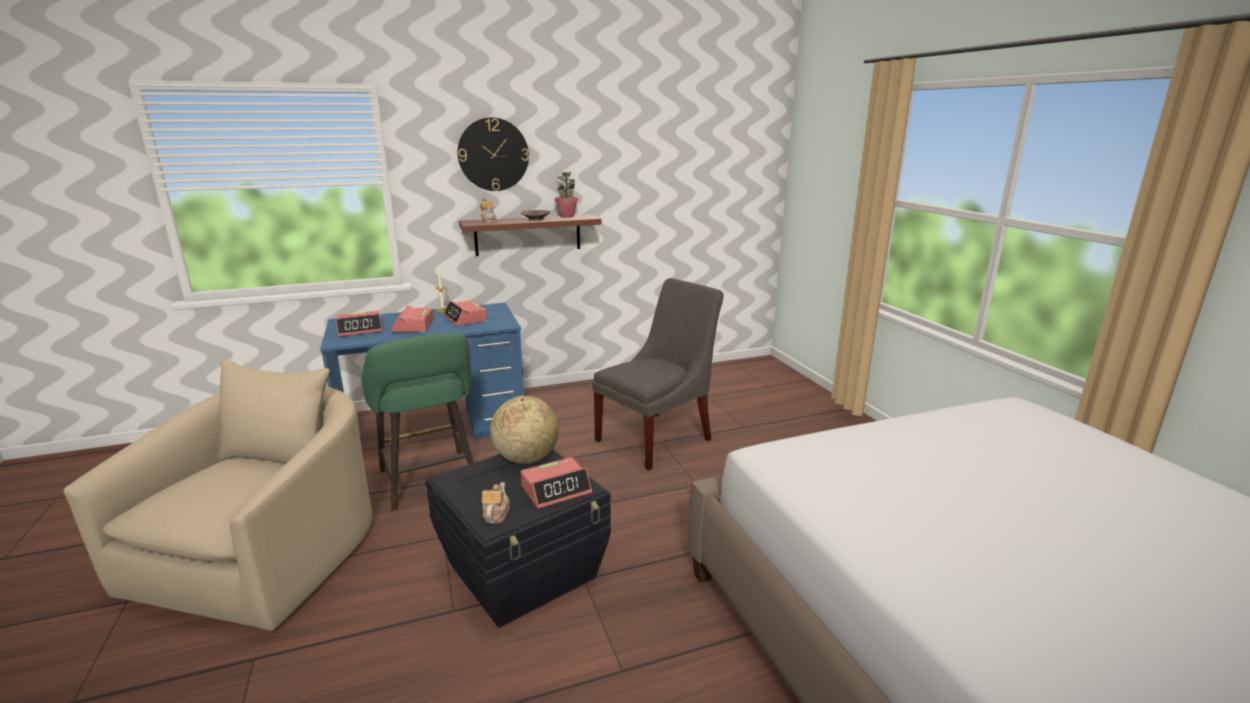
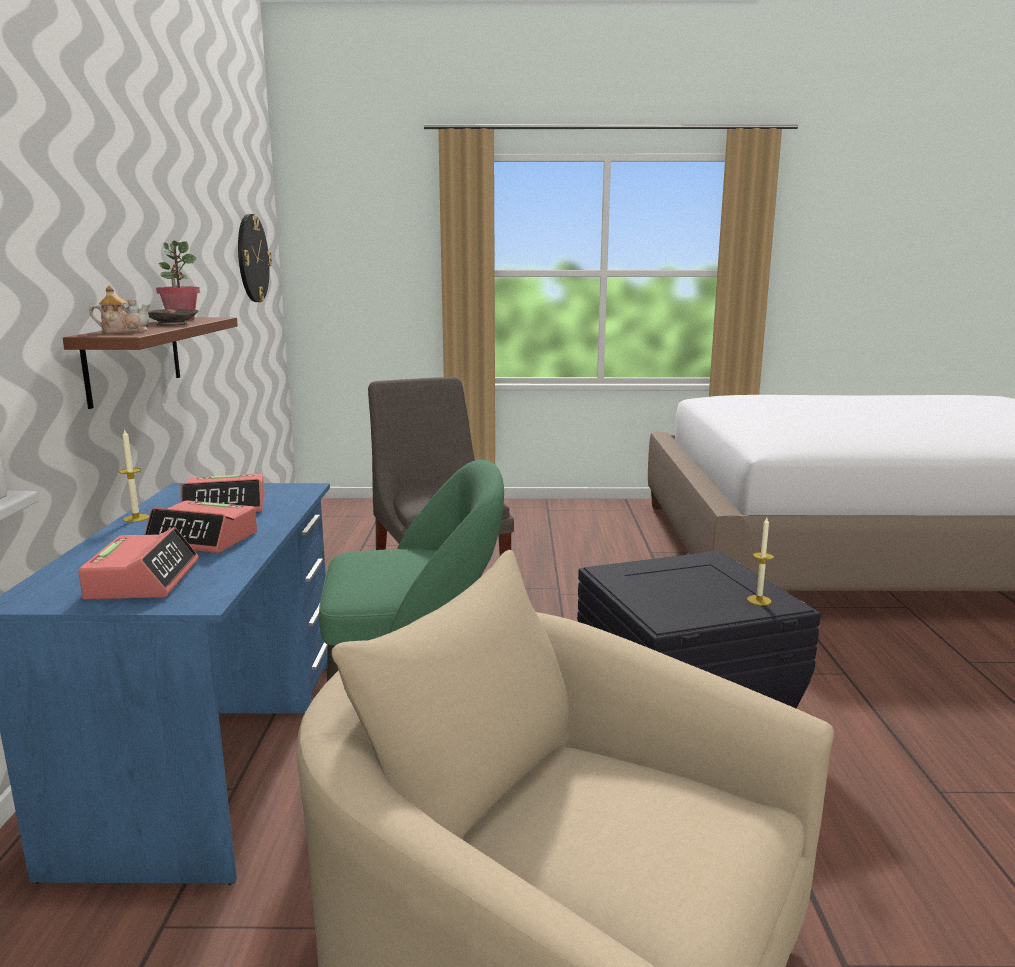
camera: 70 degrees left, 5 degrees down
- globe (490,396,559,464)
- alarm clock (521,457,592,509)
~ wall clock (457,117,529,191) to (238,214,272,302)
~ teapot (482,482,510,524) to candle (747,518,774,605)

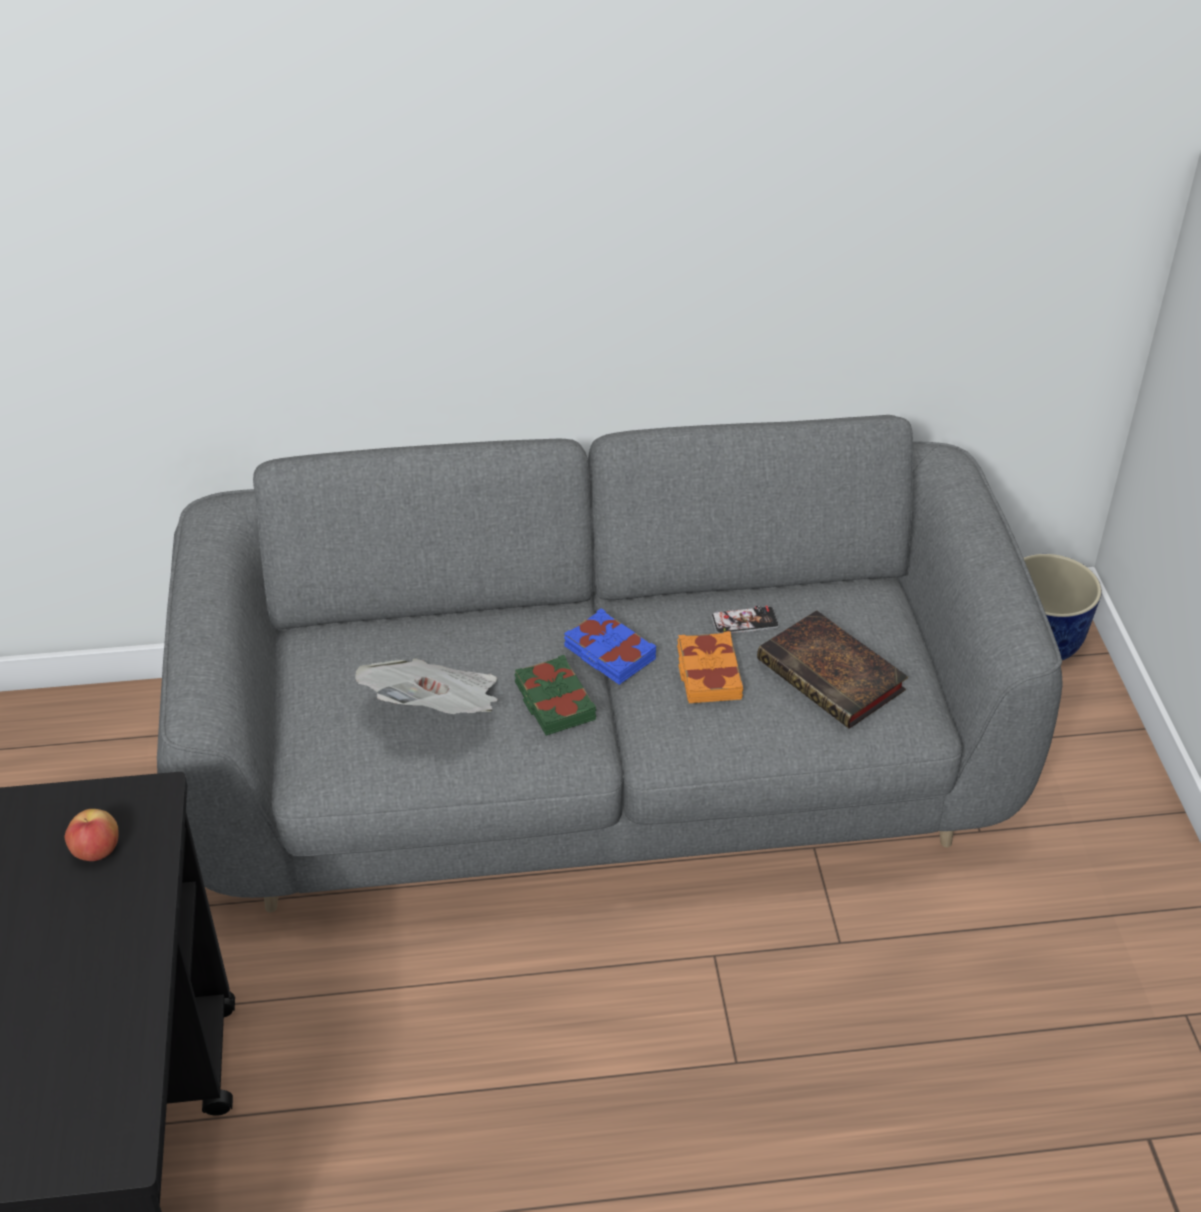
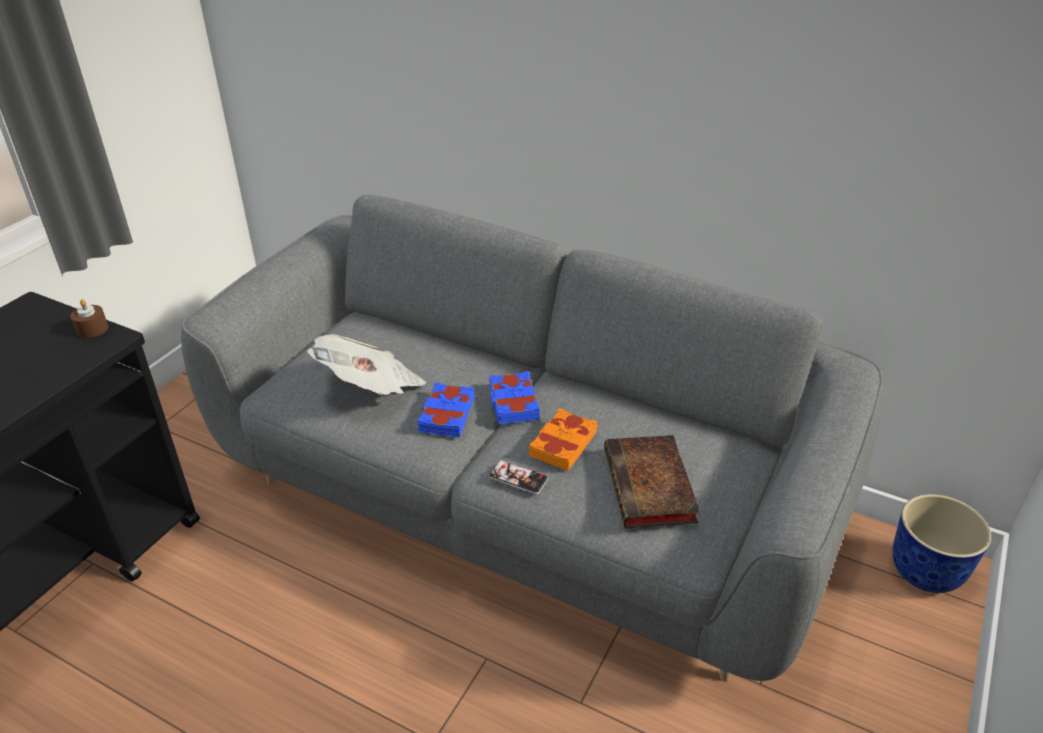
camera: 35 degrees right, 5 degrees down
- apple (65,809,118,861)
+ brown candle (71,299,108,338)
~ phone (711,605,779,634) to (489,460,548,495)
~ green book (515,655,596,736) to blue book (418,382,475,437)

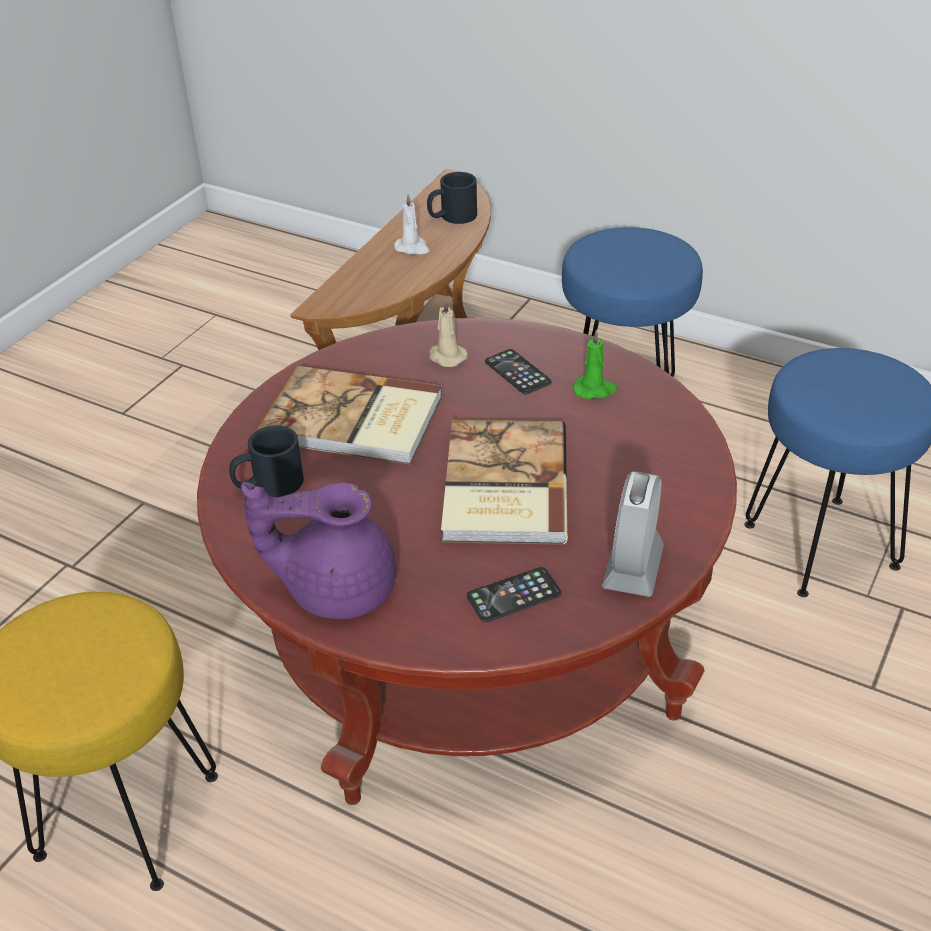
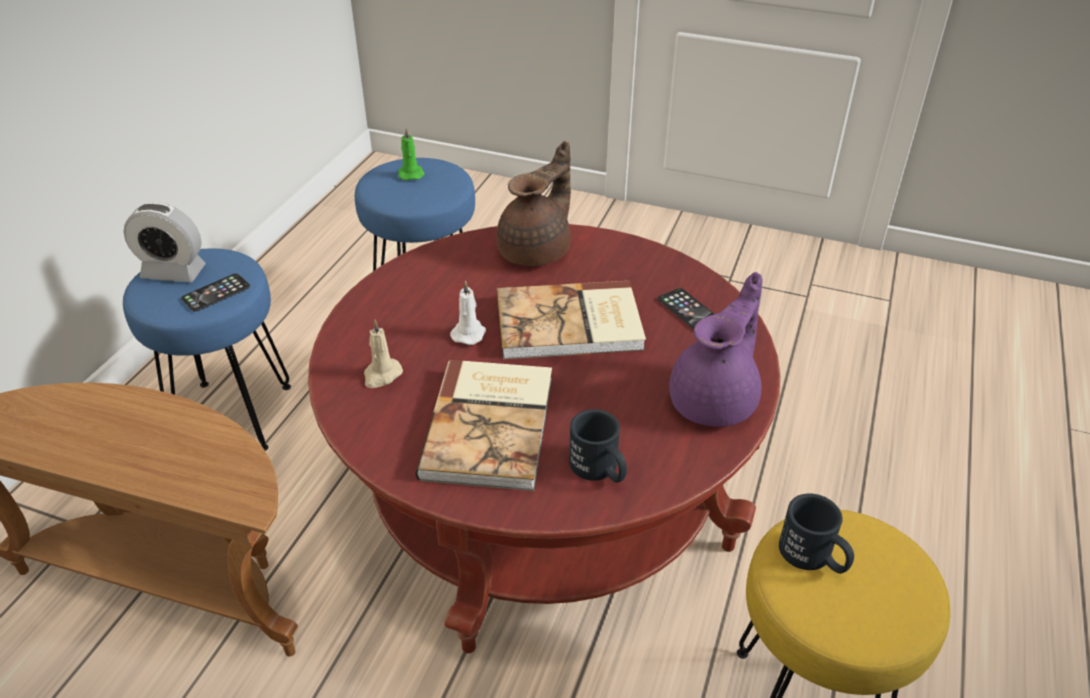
camera: 100 degrees left, 0 degrees up
+ brown teapot (497,141,571,266)
~ white candle (394,194,430,255) to (450,280,486,345)
~ black mug (427,172,477,224) to (779,494,854,574)
~ phone (485,349,552,395) to (181,273,250,312)
~ green candle (573,329,617,399) to (398,128,425,181)
~ alarm clock (602,471,664,597) to (123,202,206,282)
~ purple teapot (241,482,396,619) = (669,272,763,427) 135 degrees counterclockwise

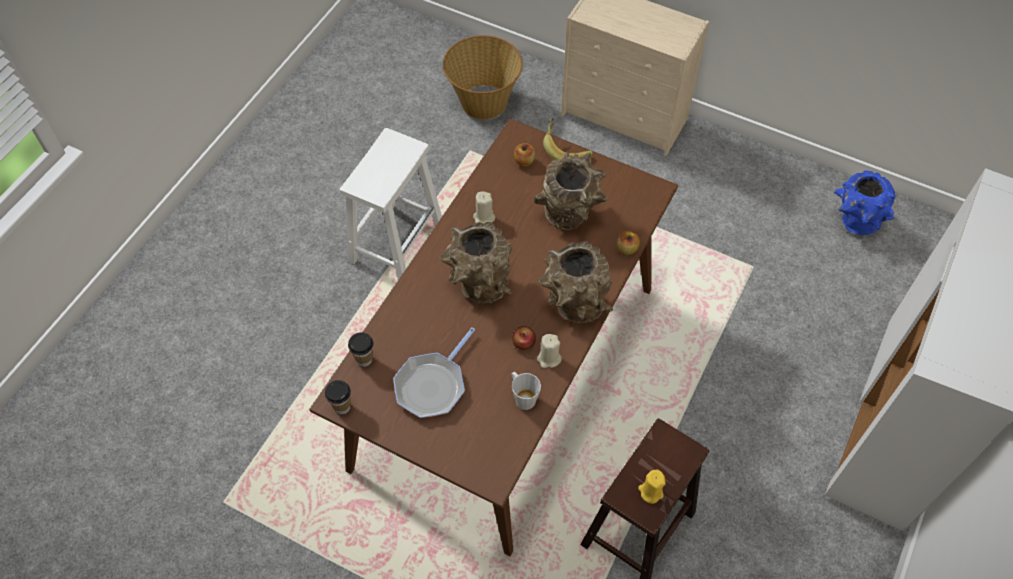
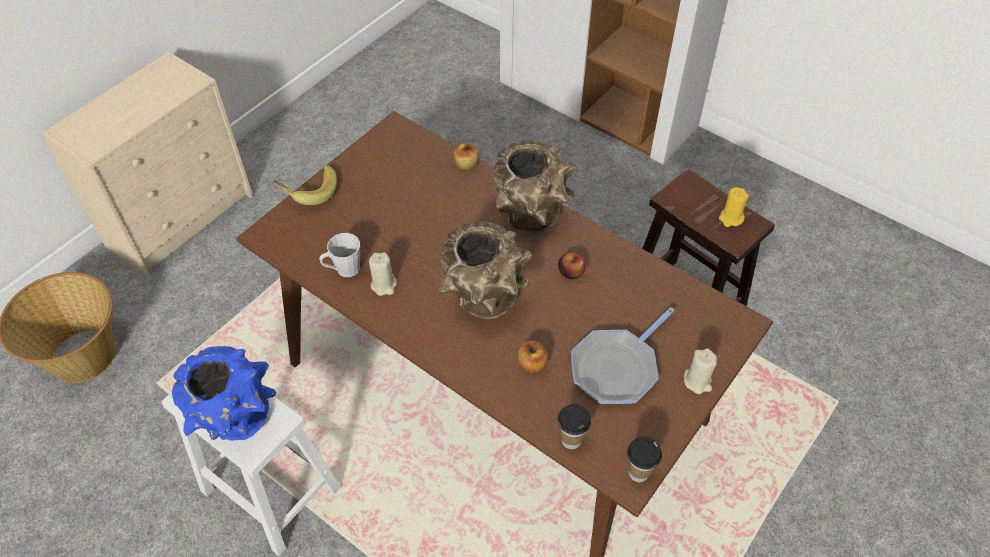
camera: 80 degrees left, 5 degrees down
- brown vase (534,152,607,230)
~ grey mug (511,372,541,410) to (319,233,360,277)
~ apple (514,143,535,166) to (518,341,548,373)
~ beige candle (537,334,562,368) to (684,348,717,394)
~ blue vase (834,170,895,235) to (172,346,276,441)
~ frying pan (393,327,475,418) = (571,307,674,404) 90 degrees clockwise

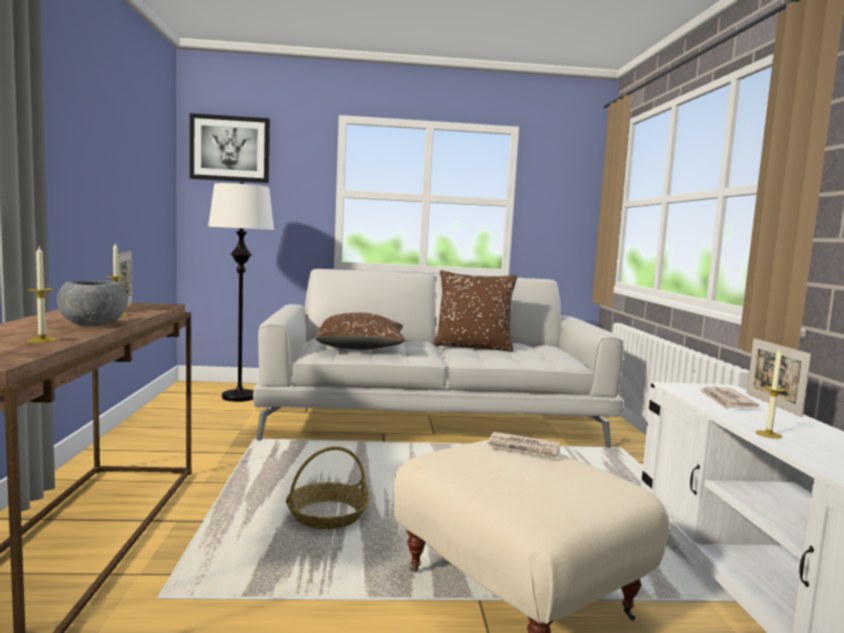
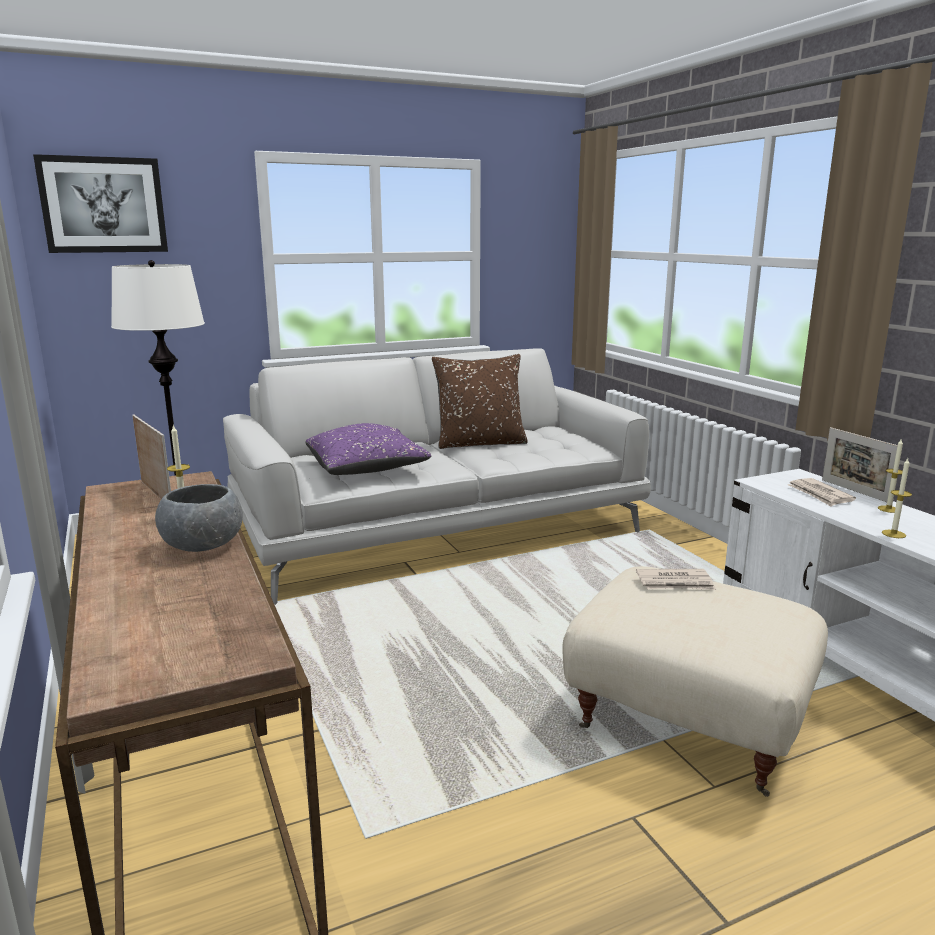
camera: 20 degrees left, 10 degrees up
- basket (286,446,370,529)
~ candle (28,247,57,343) to (878,438,903,513)
~ brown pillow (315,313,405,350) to purple pillow (305,423,431,475)

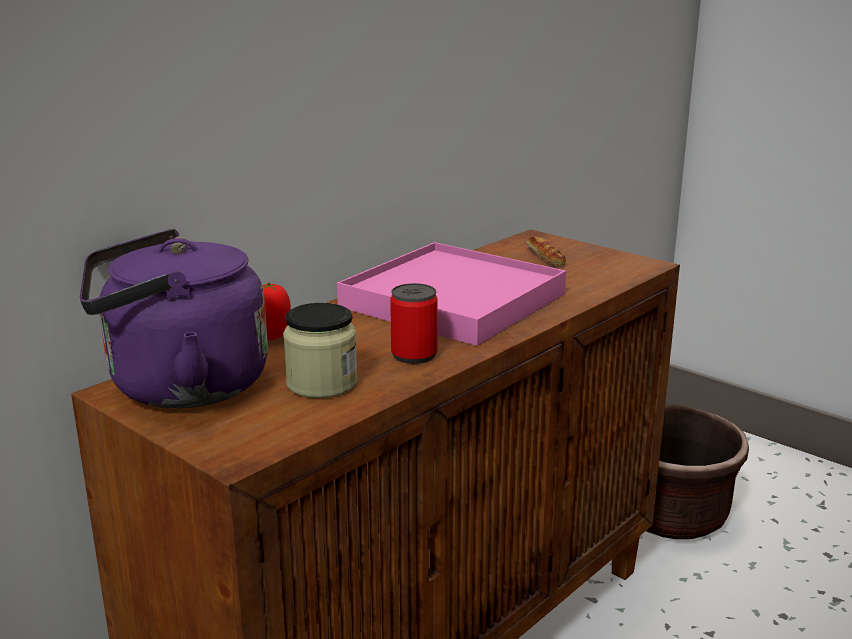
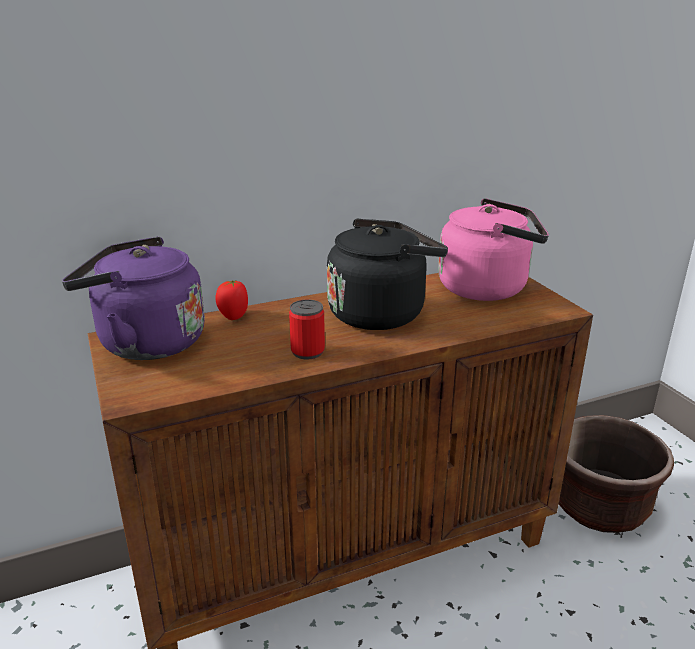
camera: 25 degrees right, 5 degrees up
- jar (283,303,358,398)
~ pink tray (337,242,566,346) to black kettle (327,219,448,330)
~ bread (527,236,566,265) to pink kettle (438,198,549,301)

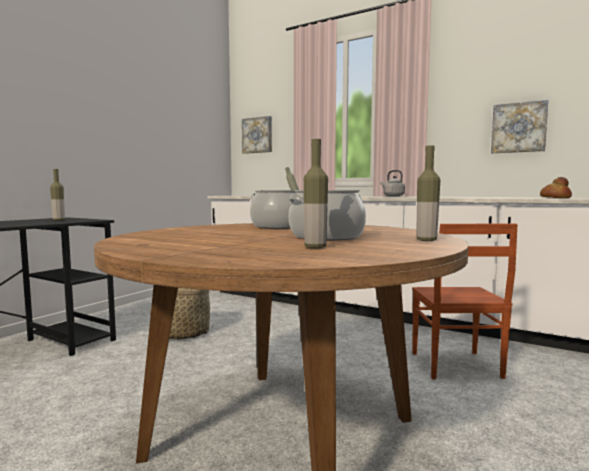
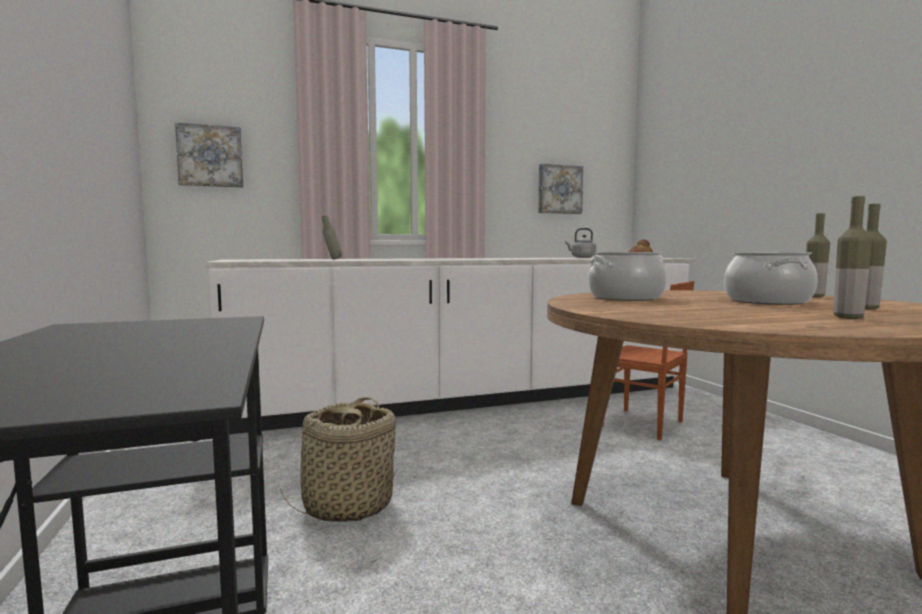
camera: 50 degrees left, 0 degrees up
~ bottle (50,169,65,221) to (834,196,872,319)
~ grey kettle (380,170,405,196) to (565,228,596,258)

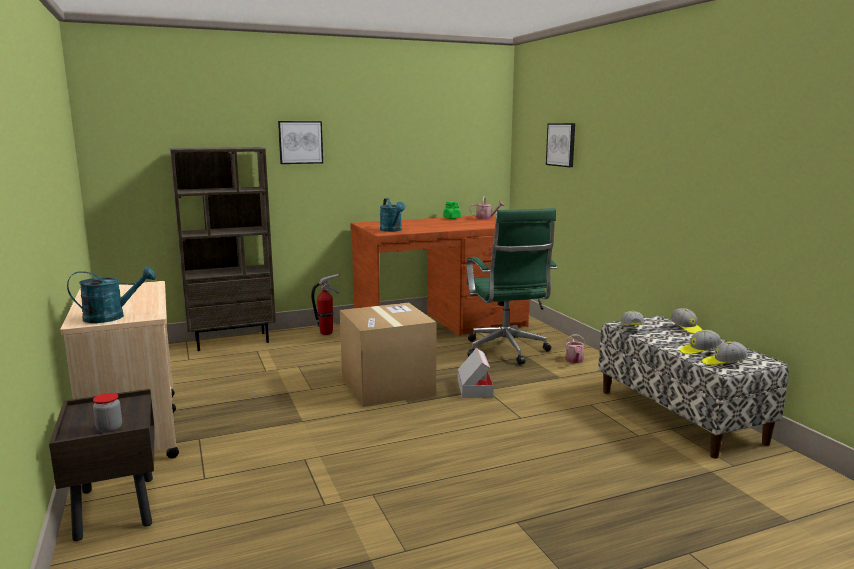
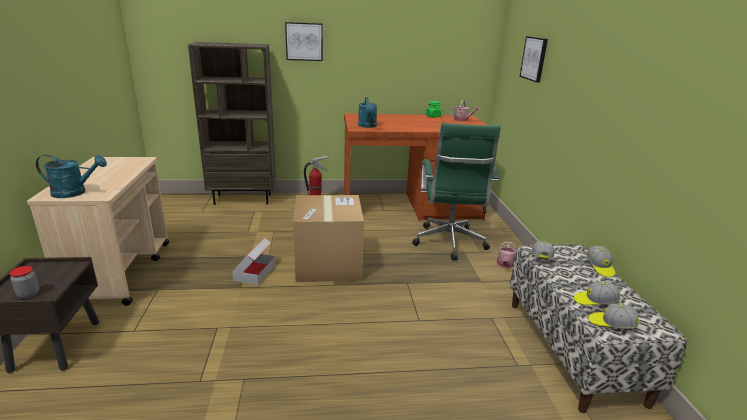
camera: 15 degrees right, 10 degrees up
~ cardboard box (458,348,493,398) to (232,238,275,285)

